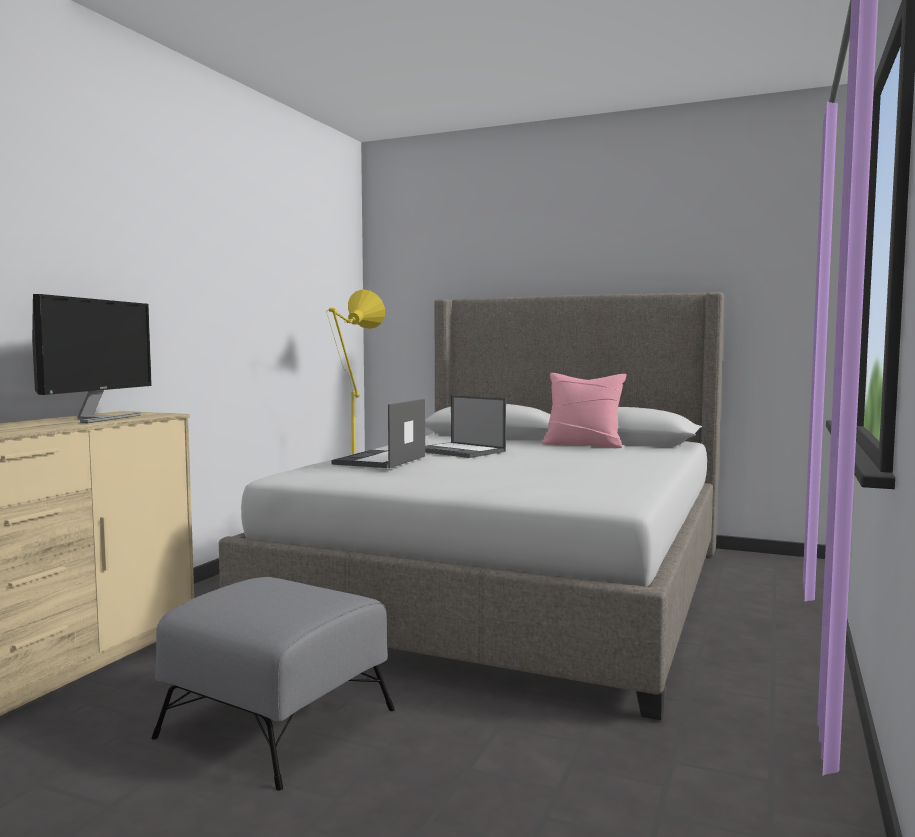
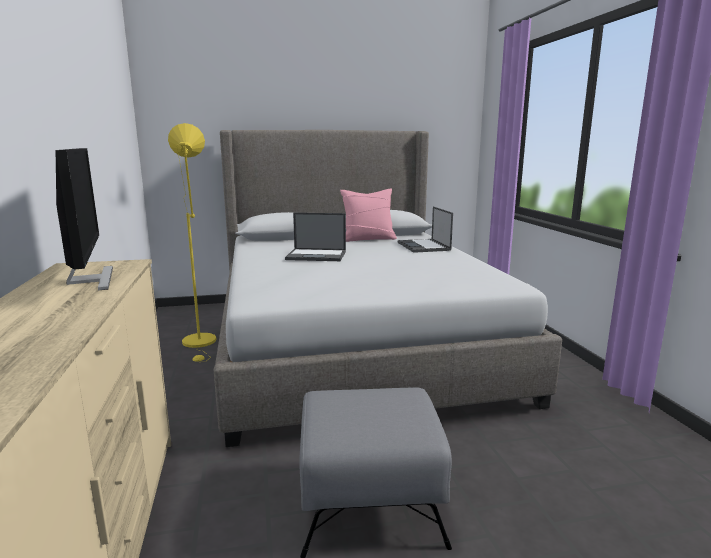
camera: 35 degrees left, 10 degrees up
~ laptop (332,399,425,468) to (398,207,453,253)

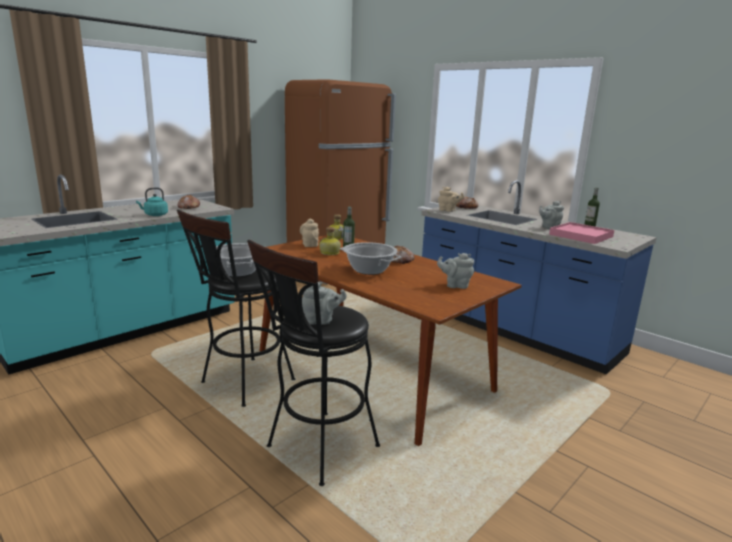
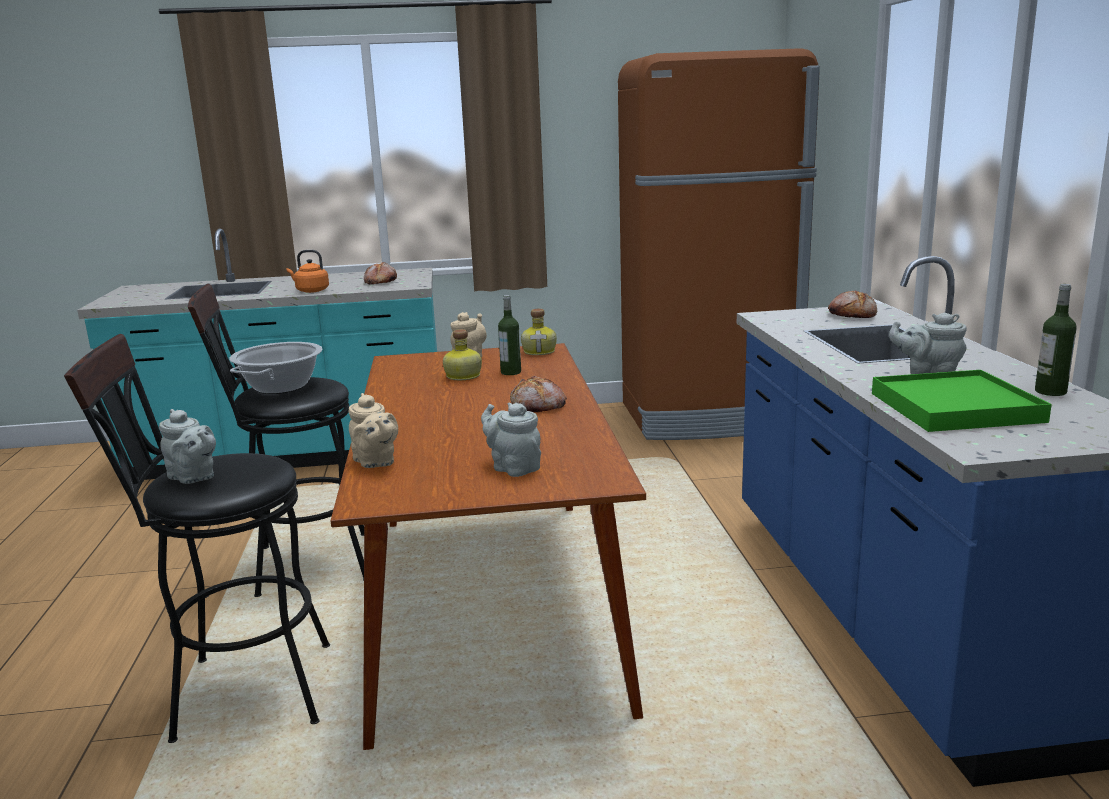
camera: 40 degrees right, 0 degrees up
- cooking pot (340,242,401,275)
~ beige teapot (438,187,464,212) to (349,393,398,468)
~ turquoise kettle (136,188,168,216) to orange kettle (287,250,329,293)
~ pink tray (549,222,614,244) to green tray (872,370,1052,432)

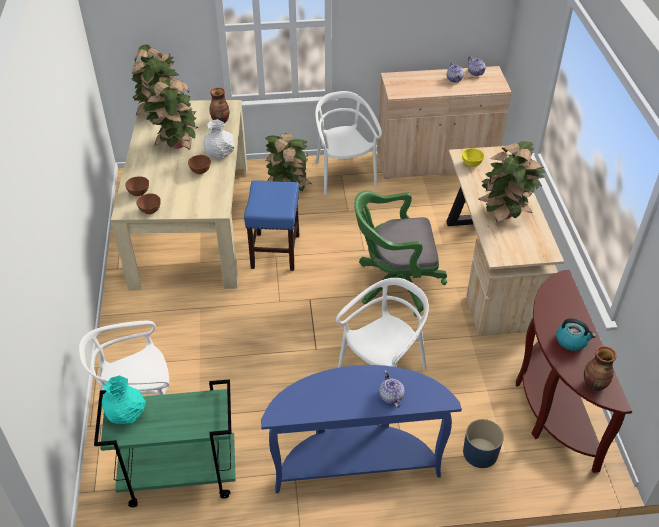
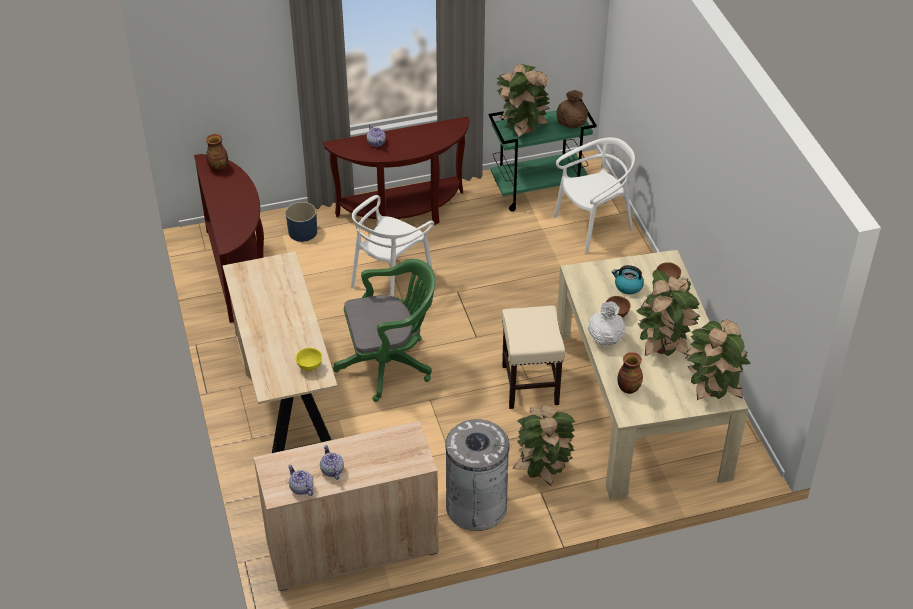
camera: 170 degrees right, 0 degrees up
- brown bowl (136,193,161,214)
~ potted plant (479,141,545,223) to (496,64,550,138)
~ kettle (556,318,596,351) to (612,265,644,294)
~ white chair (315,91,382,195) to grey trash can (445,419,512,531)
~ turquoise vase (102,376,146,424) to brown vase (556,90,588,128)
~ blue stool (244,180,299,271) to beige stool (502,305,565,409)
~ blue console table (261,365,462,493) to brown console table (323,116,470,225)

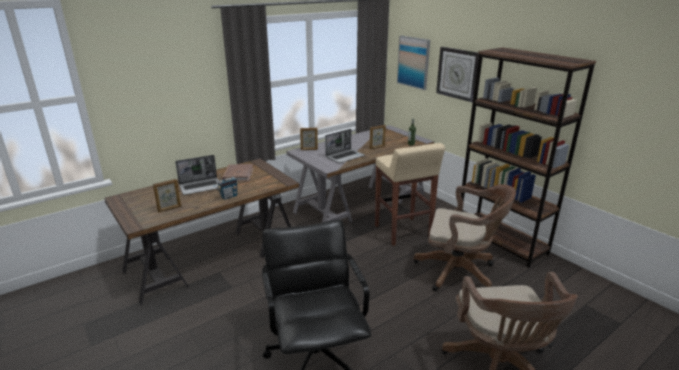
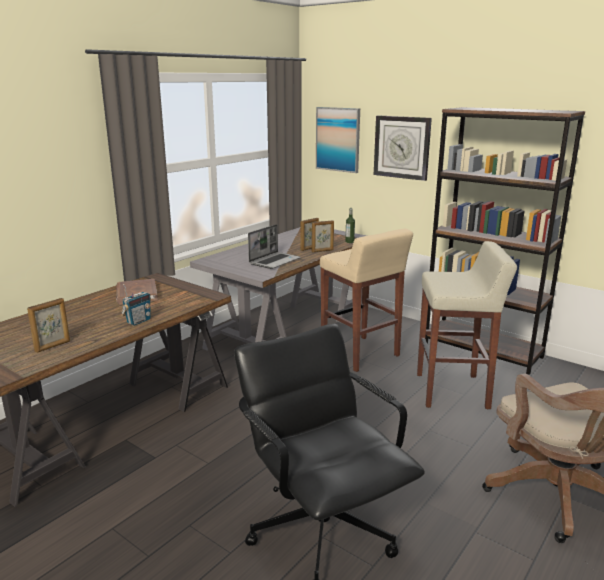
camera: 15 degrees left, 5 degrees down
- laptop (175,155,219,195)
~ picture frame (300,128,318,150) to (312,220,334,252)
~ brown office chair (414,184,516,291) to beige stool (417,241,517,409)

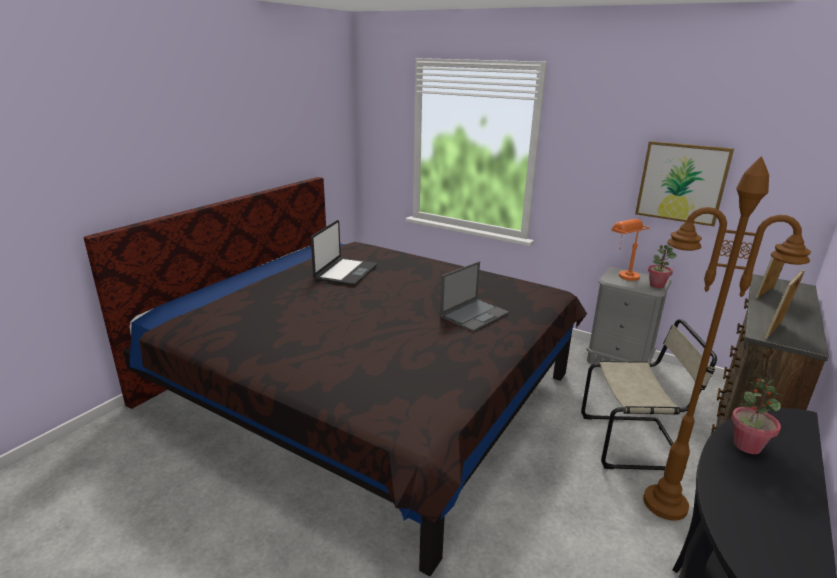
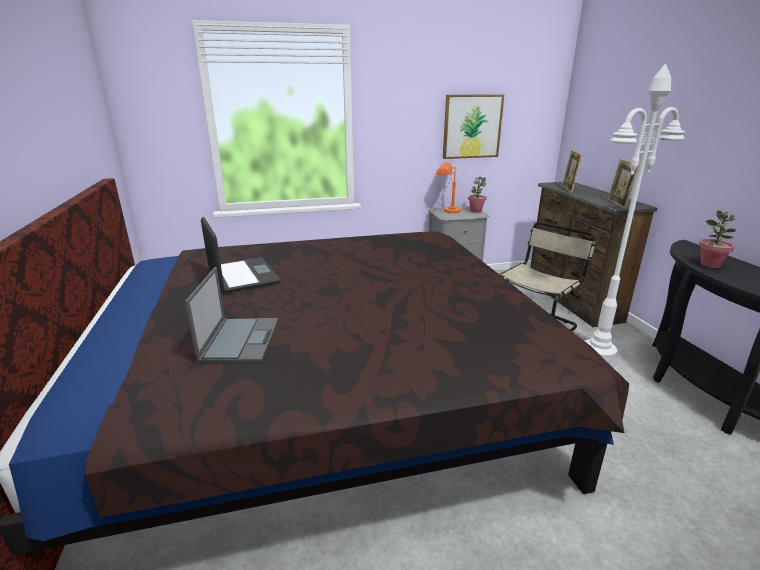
camera: 45 degrees left, 0 degrees up
~ laptop (440,261,509,332) to (185,267,278,362)
~ brown floor lamp (643,156,811,521) to white floor lamp (585,64,685,359)

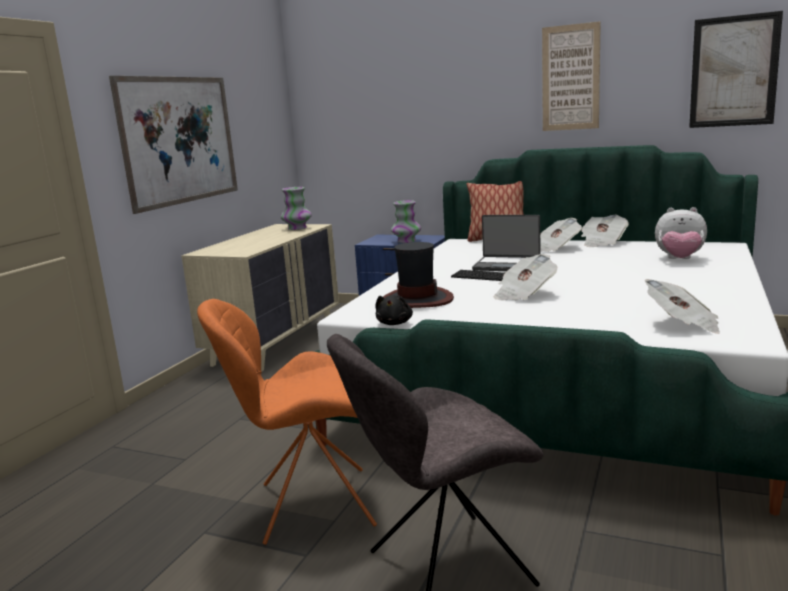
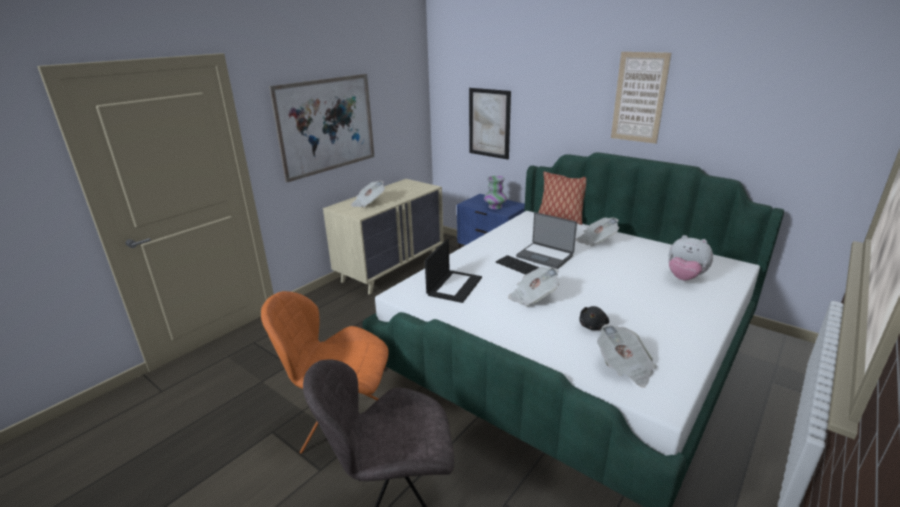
camera: 15 degrees right, 10 degrees up
- vase (281,187,312,230)
~ black plush toy (375,295,413,325) to (579,306,609,330)
~ newspaper (581,214,629,247) to (351,181,385,207)
~ picture (689,11,783,128) to (469,88,511,159)
~ hat (383,242,454,308) to laptop (425,239,482,303)

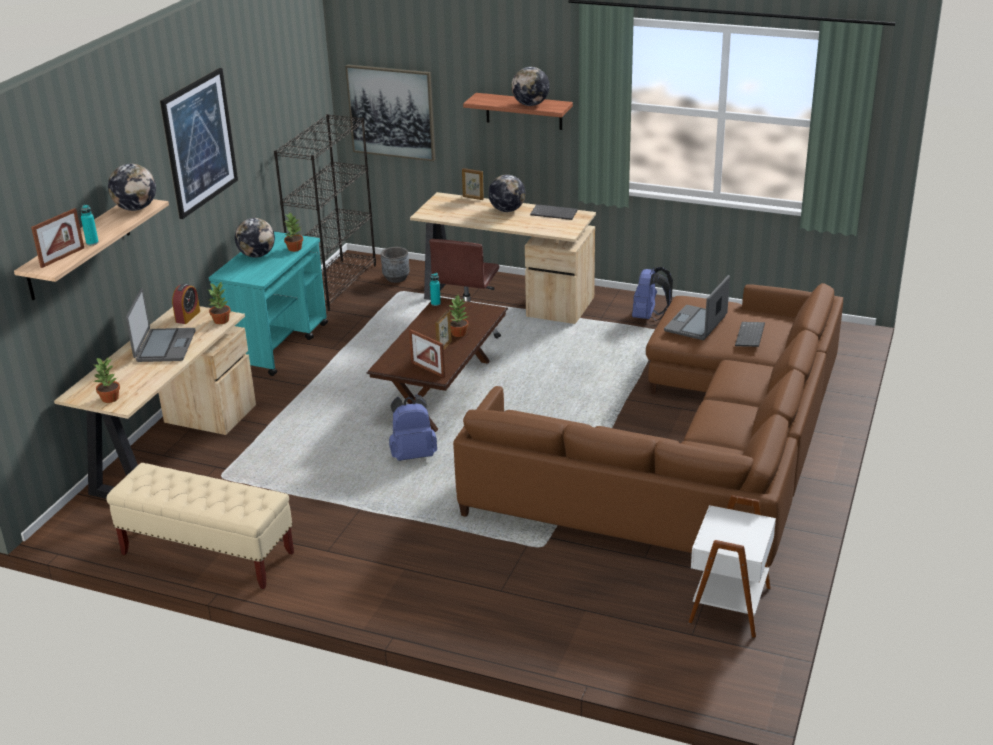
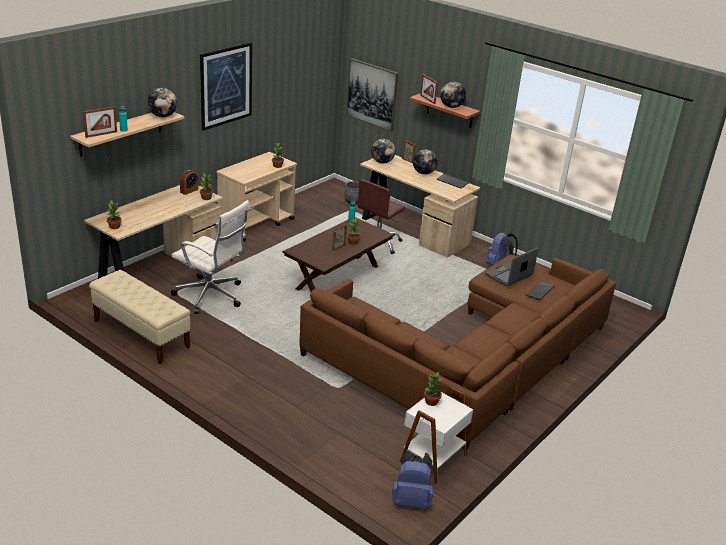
camera: 15 degrees right, 0 degrees up
- laptop (126,288,196,362)
- black bookcase (274,114,376,311)
+ white office chair (171,200,249,314)
+ potted plant (424,372,442,406)
~ globe (235,218,275,258) to (371,139,395,163)
~ blue backpack (389,394,437,461) to (392,450,433,509)
~ picture frame (409,329,445,378) to (420,74,438,104)
~ turquoise cart (209,231,328,376) to beige cart (216,152,297,241)

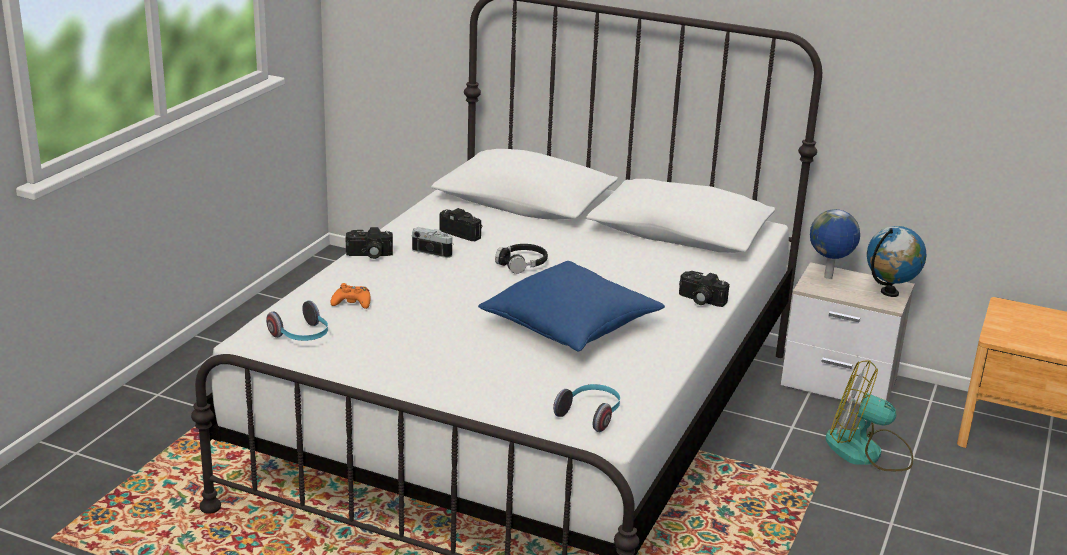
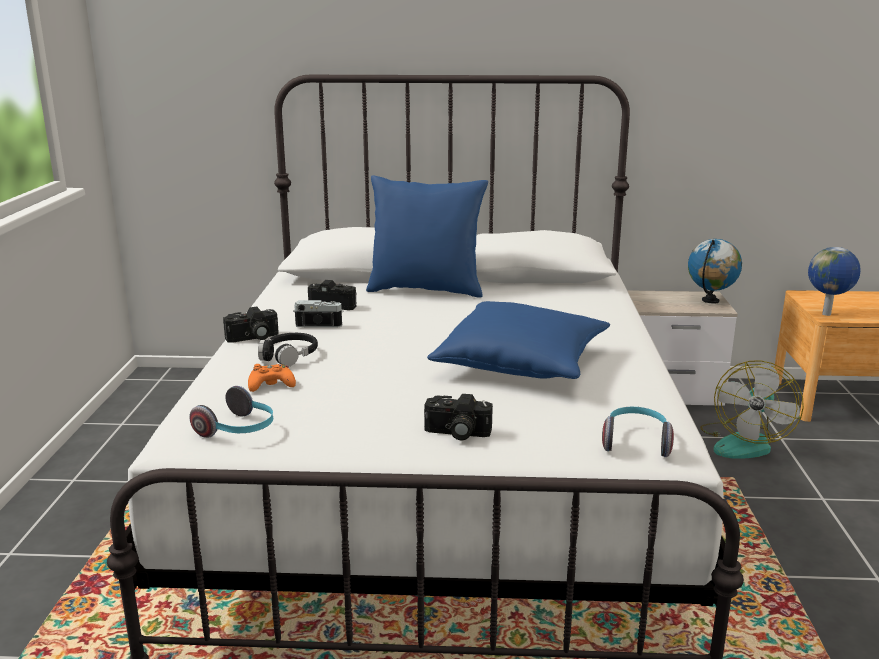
camera: 20 degrees left, 5 degrees down
+ blue pillow (366,175,488,298)
~ black headphones (495,244,548,274) to (258,333,318,367)
~ photo camera (679,271,729,307) to (424,394,493,440)
~ globe (810,209,860,279) to (808,247,861,316)
~ fan (826,360,914,471) = (700,360,804,459) 60 degrees counterclockwise

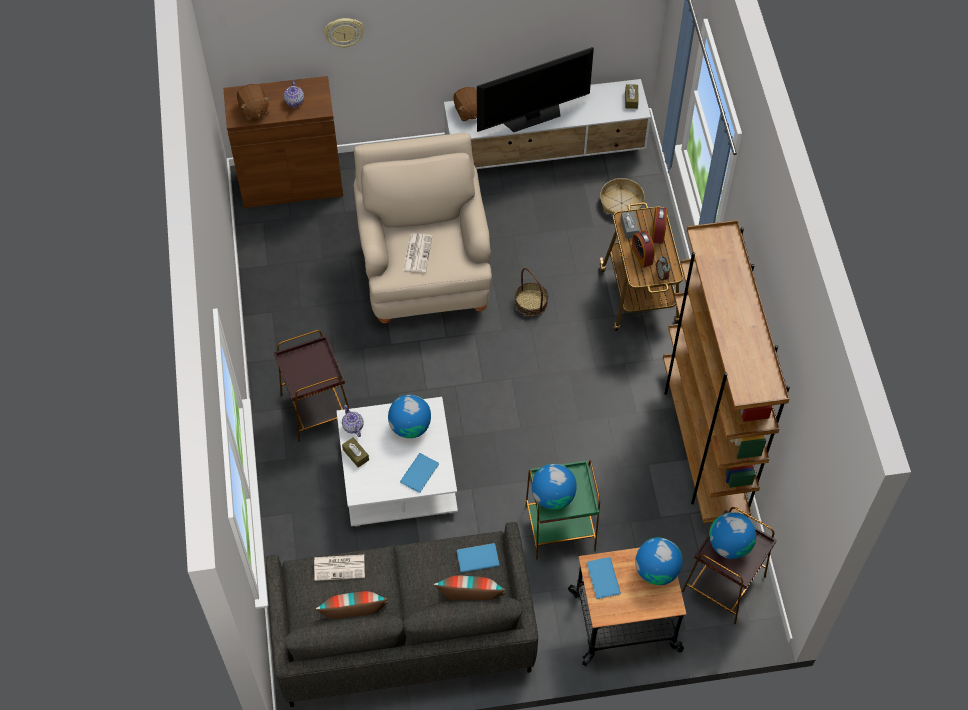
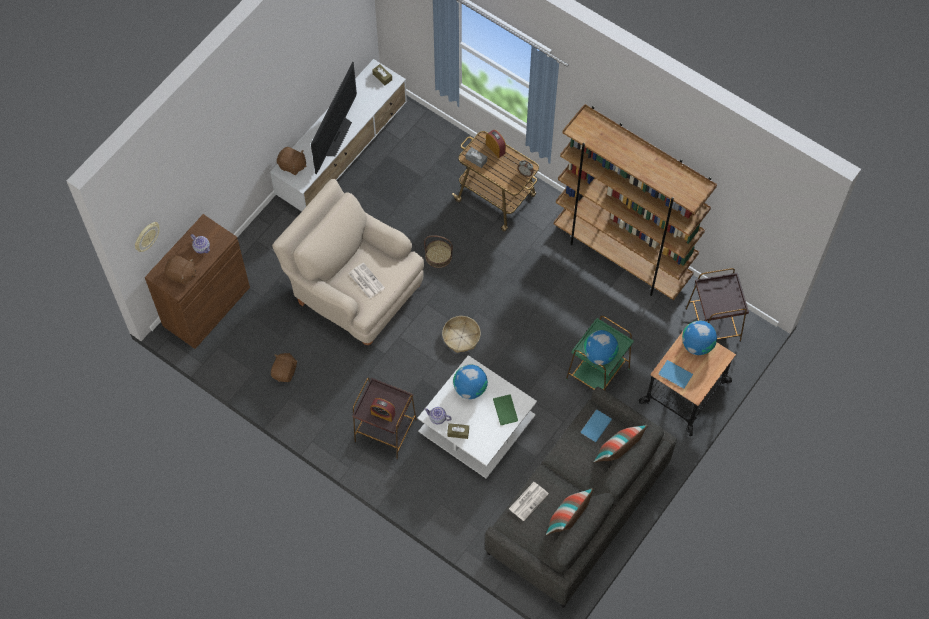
camera: 45 degrees left, 5 degrees up
- globe (709,512,756,559)
+ brown plush toy (271,353,297,382)
~ wall clock (324,18,364,48) to (135,222,160,252)
~ basket (600,178,645,215) to (442,316,481,353)
~ alarm clock (631,231,655,268) to (370,398,395,422)
~ blue book (400,453,439,493) to green book (493,394,518,425)

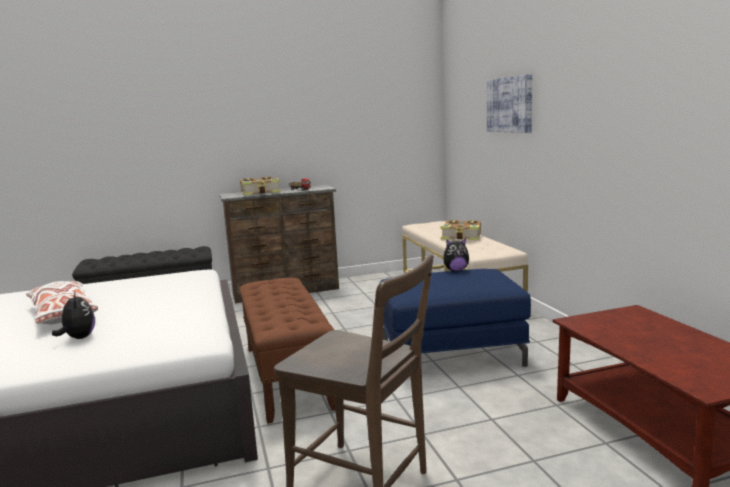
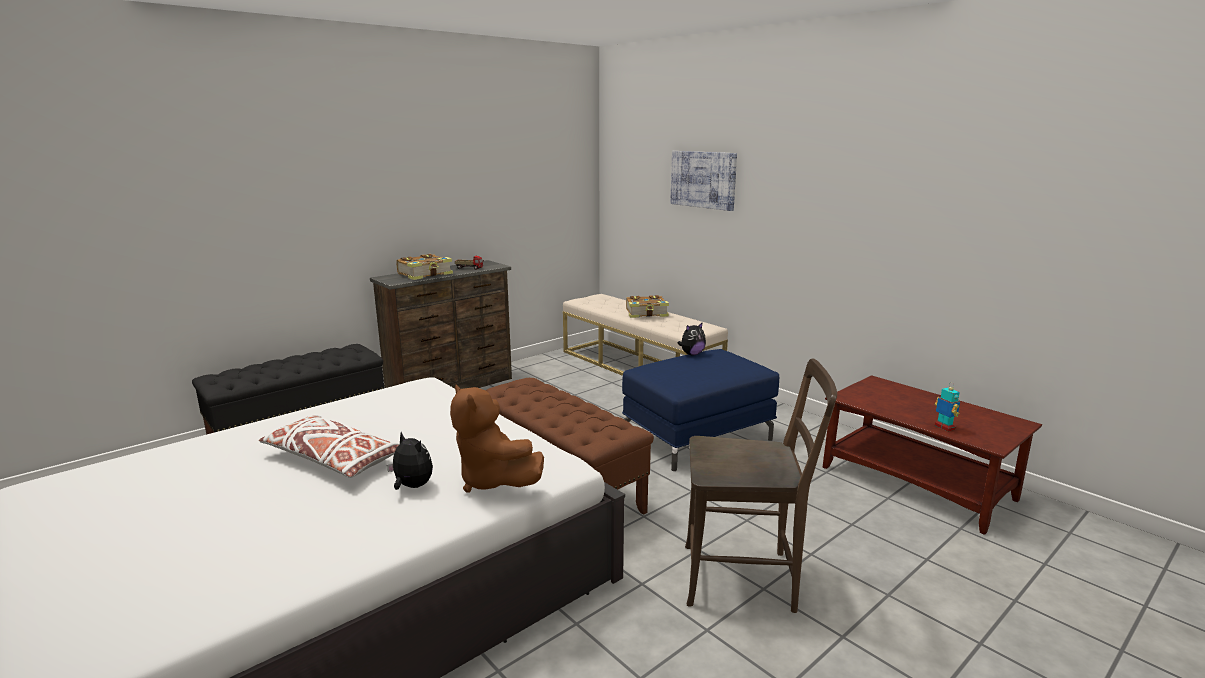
camera: 25 degrees left, 5 degrees up
+ brown plush toy (450,384,544,493)
+ toy robot (935,384,960,432)

